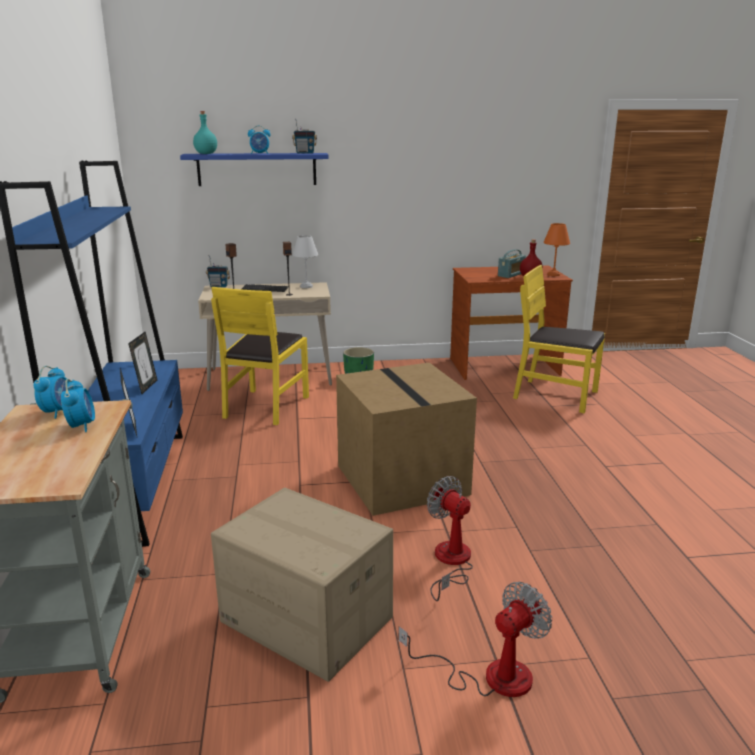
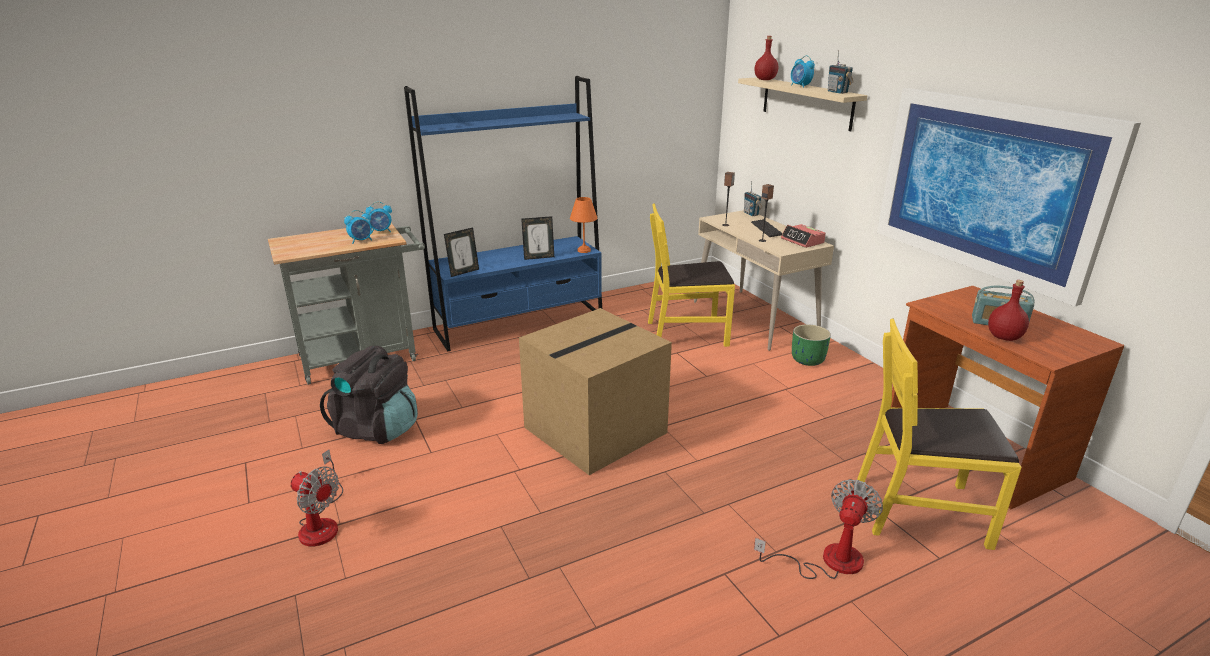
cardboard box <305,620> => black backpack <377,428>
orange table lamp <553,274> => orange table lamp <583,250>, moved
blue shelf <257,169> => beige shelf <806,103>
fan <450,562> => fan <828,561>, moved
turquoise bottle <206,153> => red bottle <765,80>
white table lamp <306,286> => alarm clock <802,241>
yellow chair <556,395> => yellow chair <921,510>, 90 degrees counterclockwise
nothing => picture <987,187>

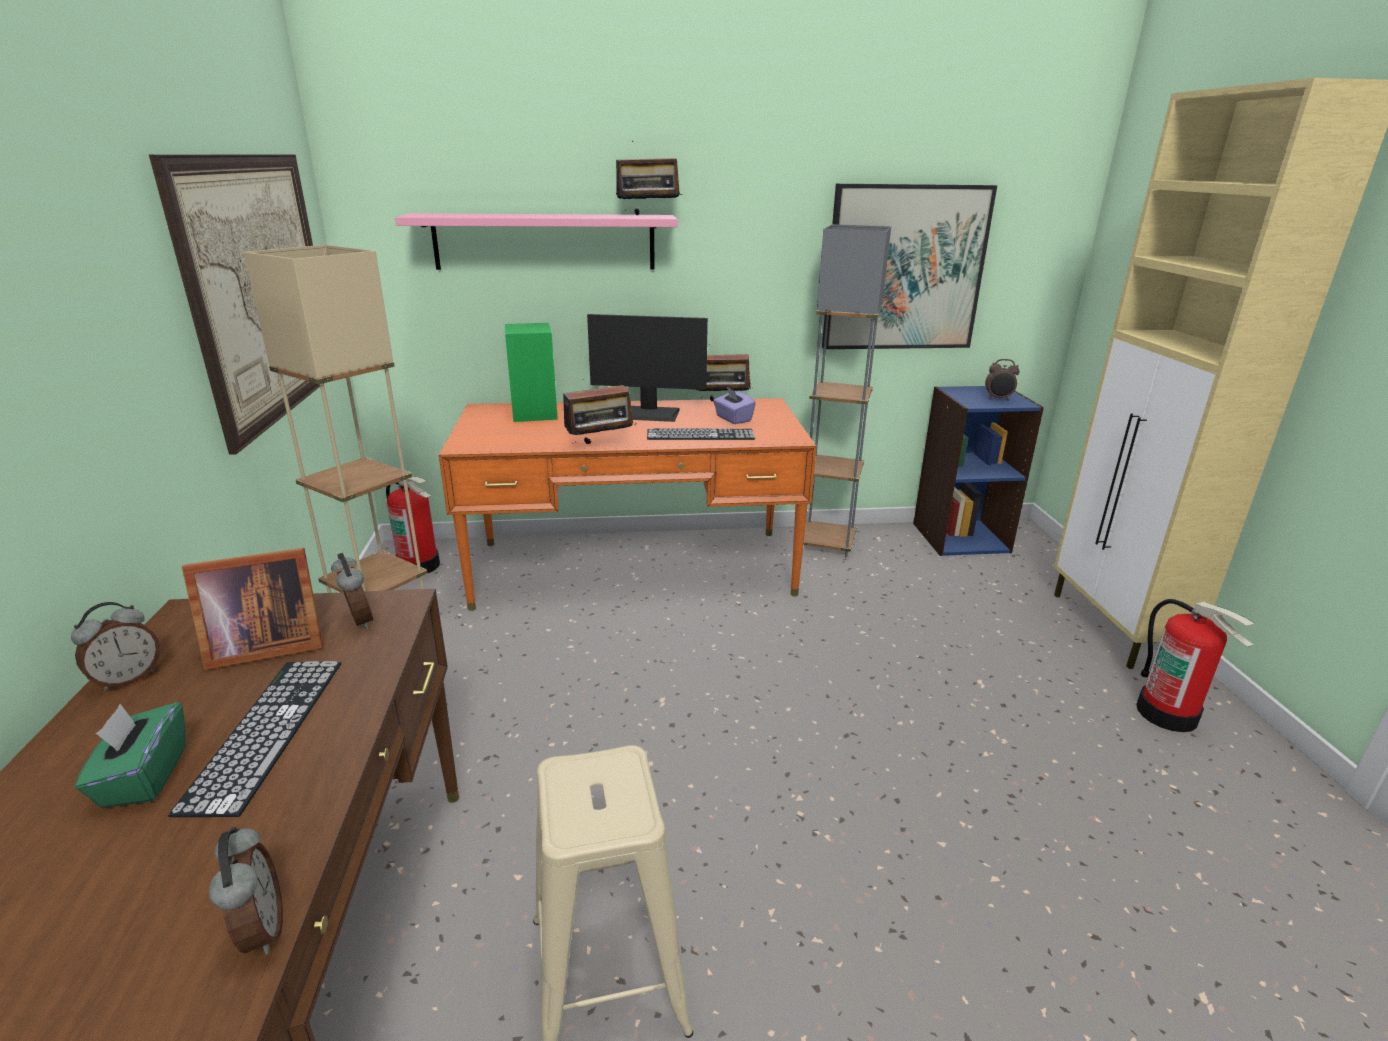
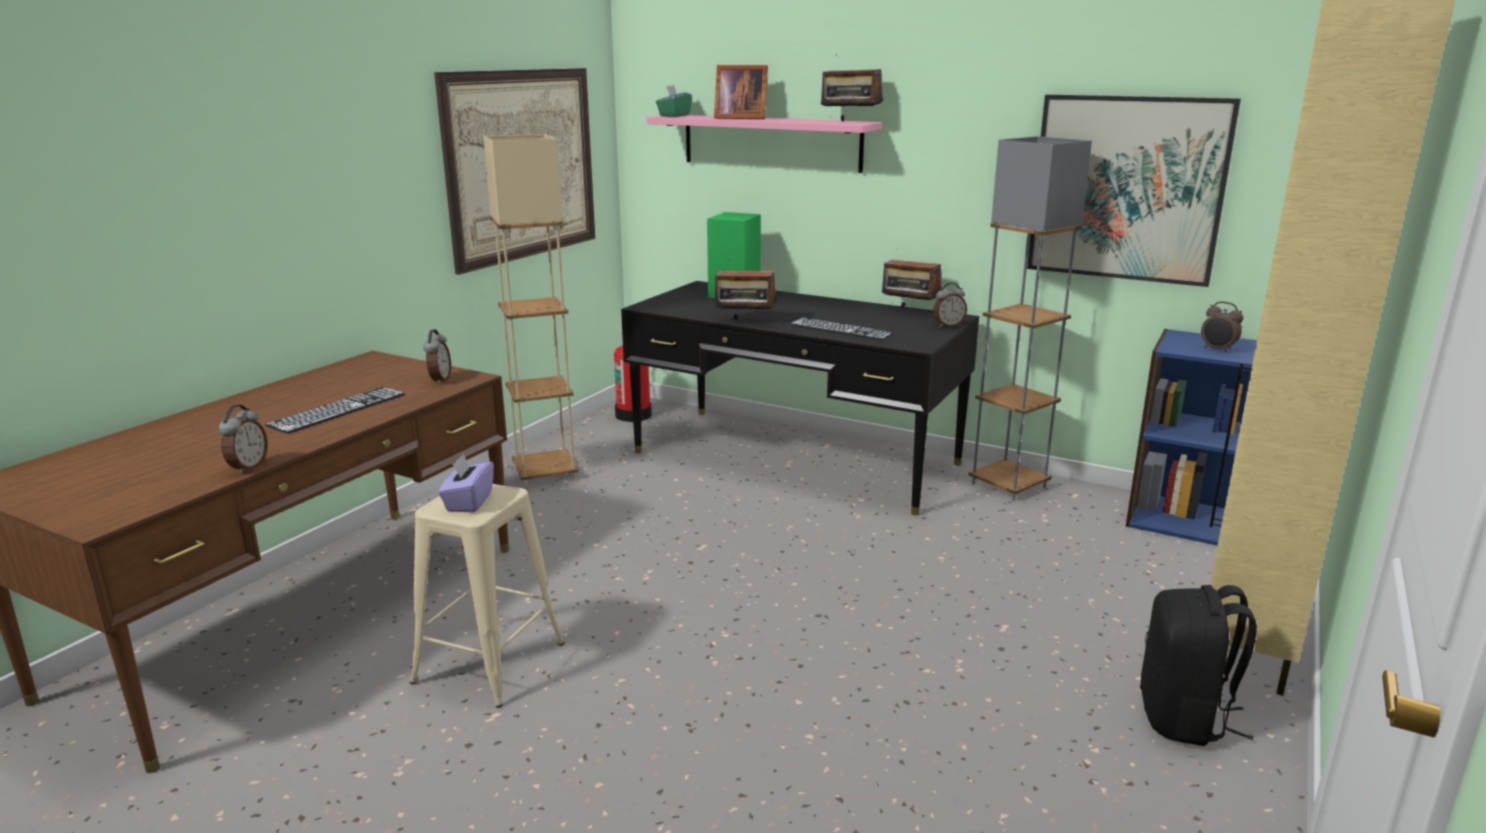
purple tissue box <733,419> => purple tissue box <468,502>, moved
orange desk <633,568> => black desk <795,457>
green tissue box <143,777> => green tissue box <674,115>, moved
picture frame <263,647> => picture frame <739,118>, moved
alarm clock <128,678> => alarm clock <948,325>, moved
fire extinguisher <1168,713> => black backpack <1184,718>
monitor <647,414> => nothing

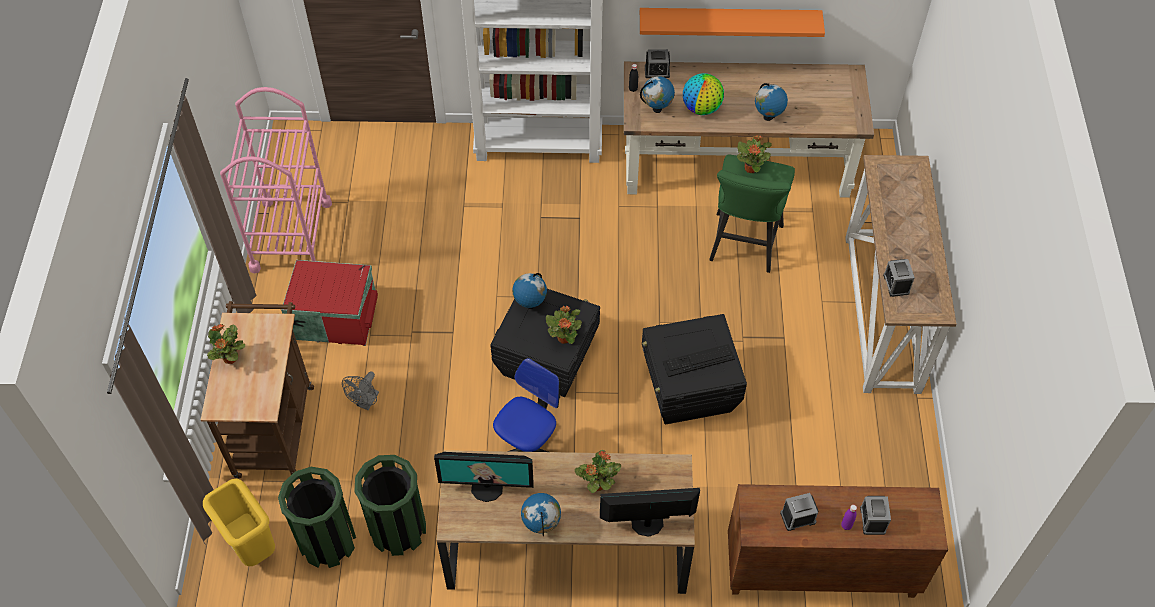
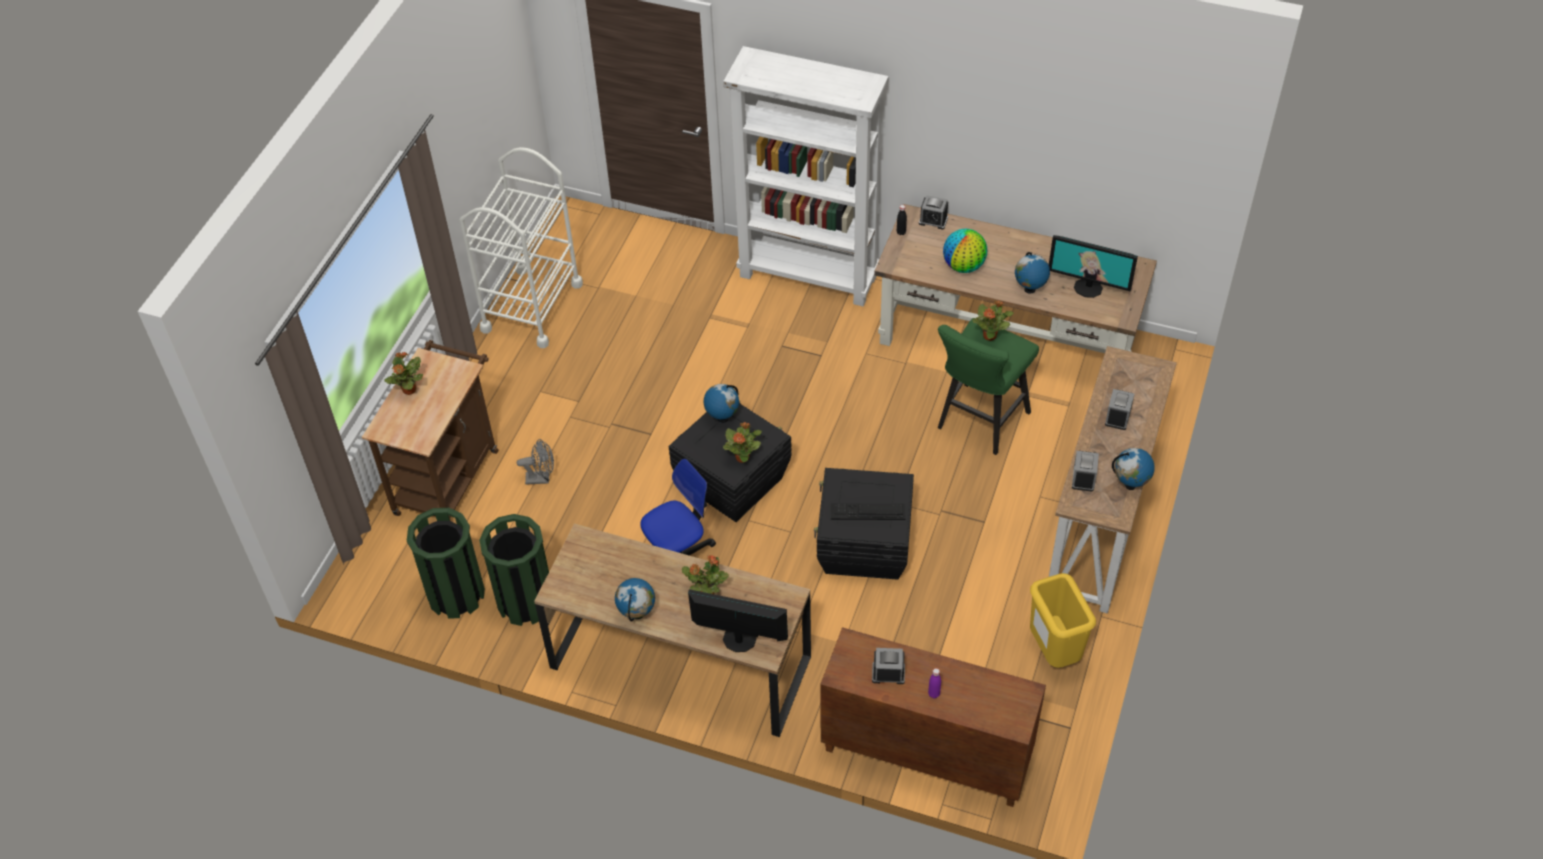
pink cart <291,236> => white cart <532,307>
grey fan <366,403> => grey fan <541,478>, 135 degrees counterclockwise
yellow trash can <251,546> => yellow trash can <1053,651>, moved
monitor <487,487> => monitor <1088,287>, moved
alarm clock <872,520> => alarm clock <1118,417>, moved
globe <657,109> => globe <1130,485>, moved
red storage box <334,316> => nothing
orange shelf <729,21> => nothing

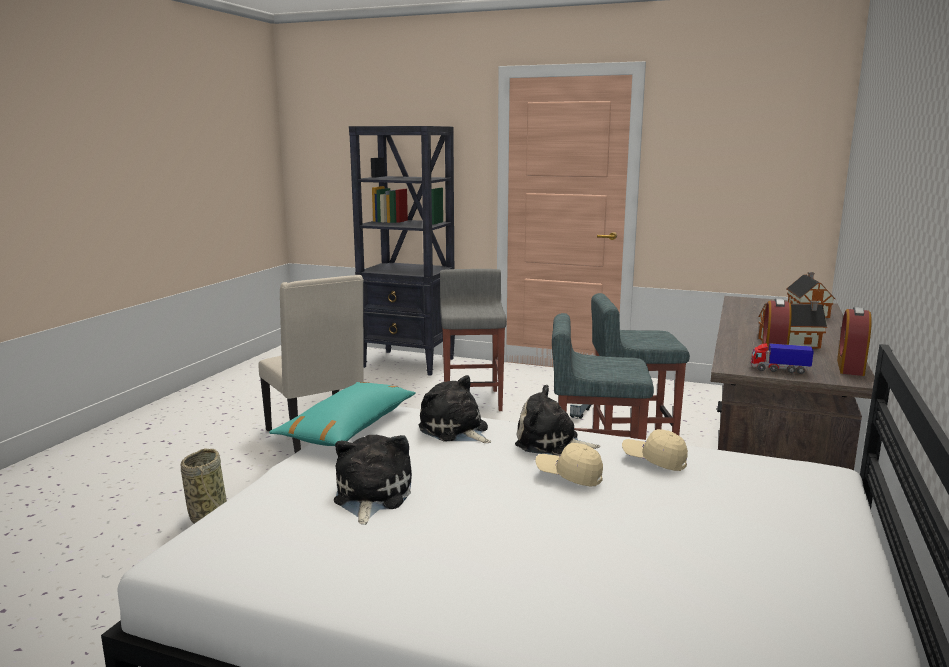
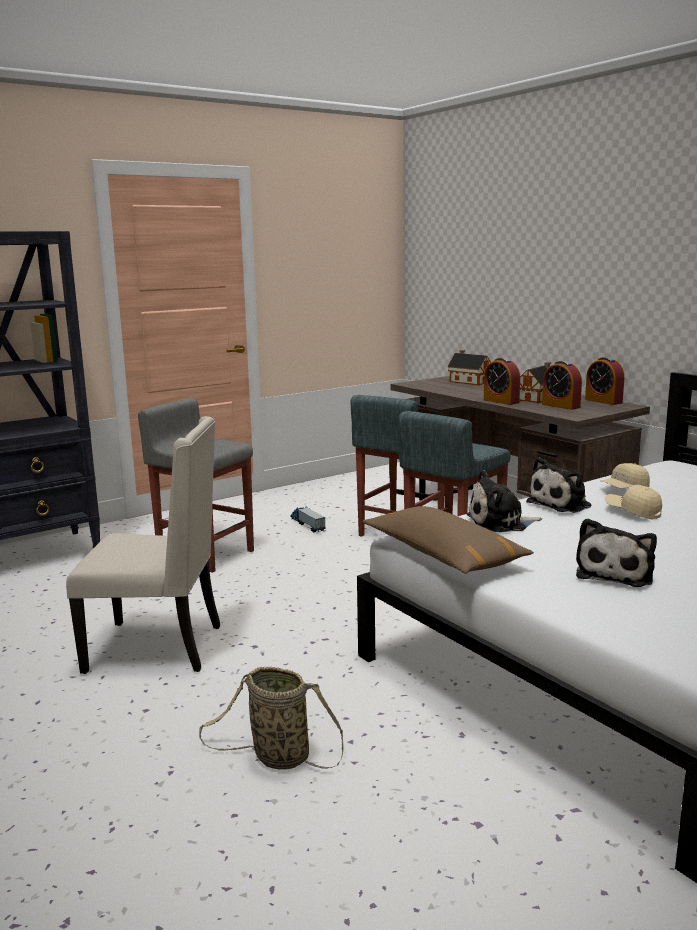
turquoise pillow <349,427> => brown pillow <443,555>
nothing => alarm clock <501,401>
plush toy <370,496> => plush toy <615,573>, 105 degrees counterclockwise
beige cap <569,476> => beige cap <633,512>, 75 degrees clockwise
toy truck <779,370> => nothing

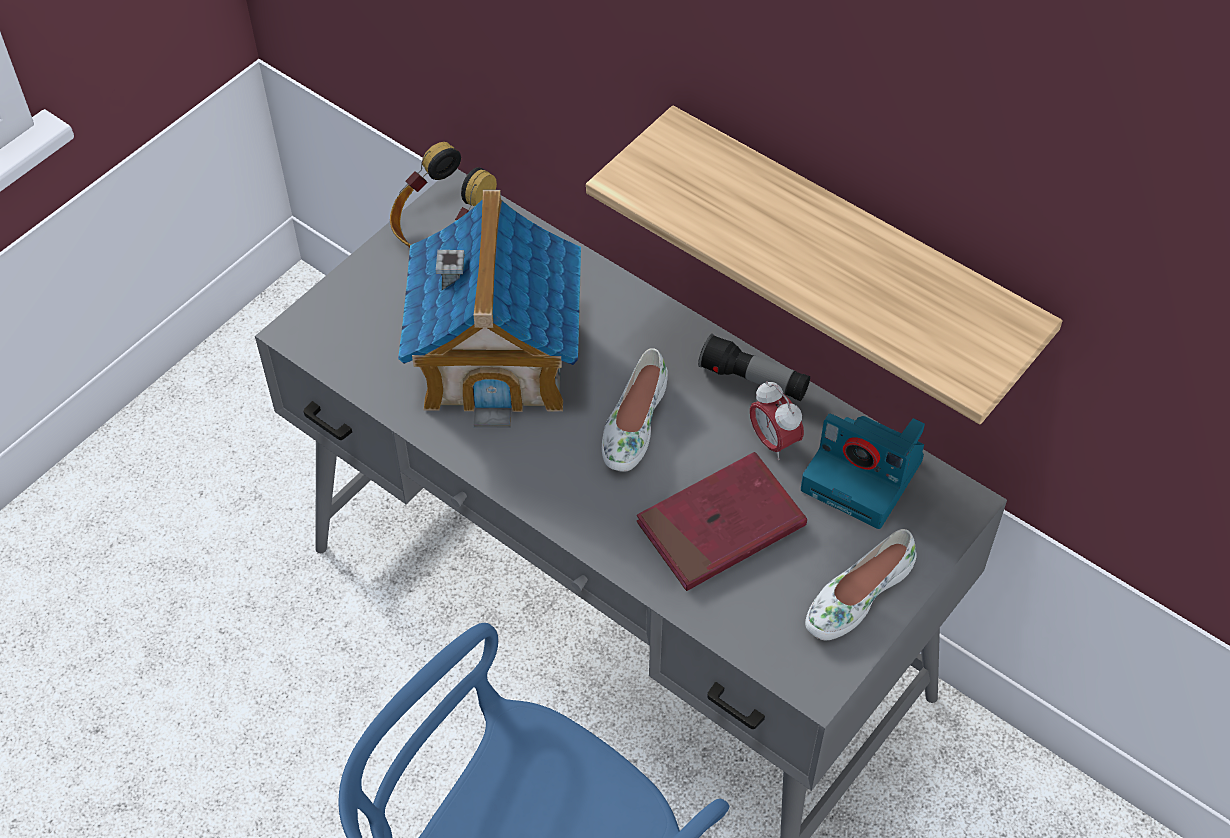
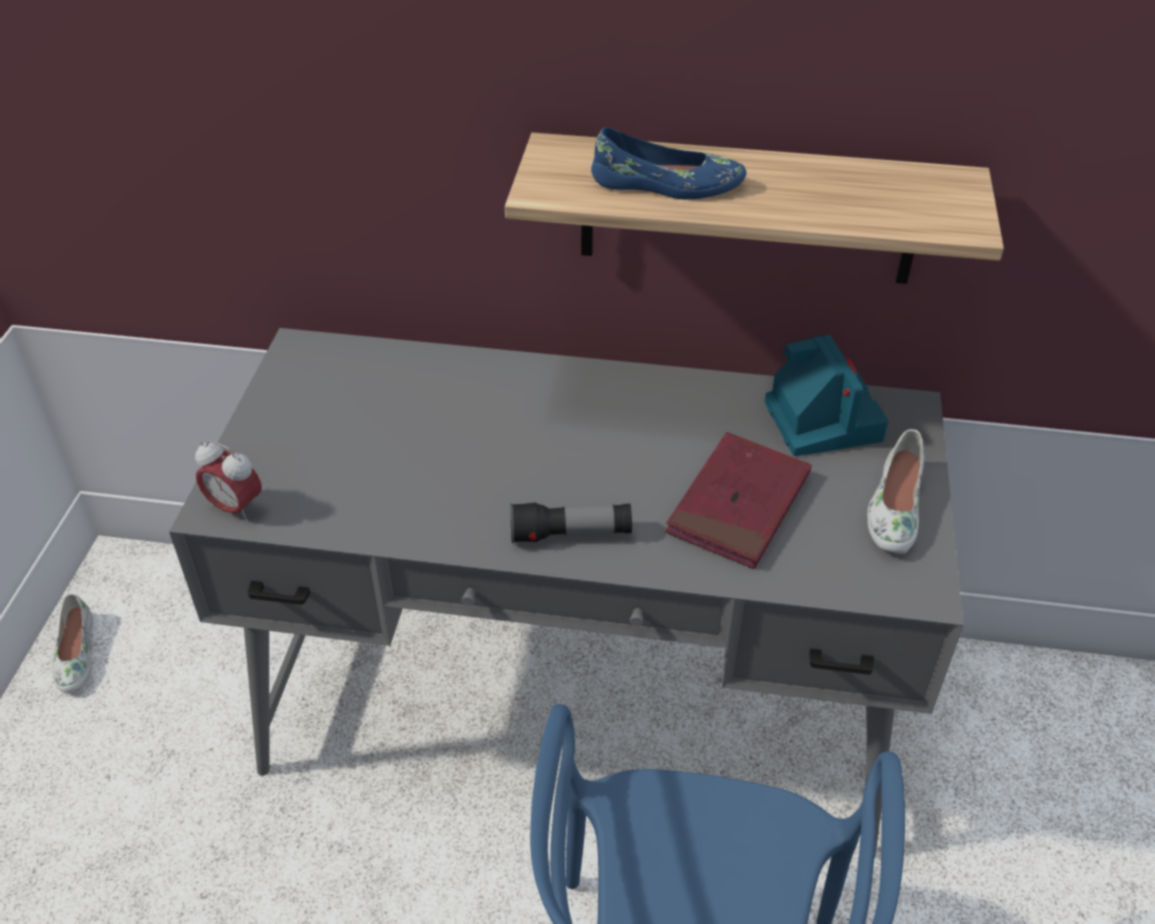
white shoe <633,423> => white shoe <75,654>, moved
alarm clock <773,441> => alarm clock <235,508>, moved
flashlight <753,380> => flashlight <571,534>, moved
nothing => blue shoe <667,185>
photo camera <865,475> => photo camera <820,419>, 105 degrees counterclockwise
headphones <440,229> => nothing
toy house <497,356> => nothing

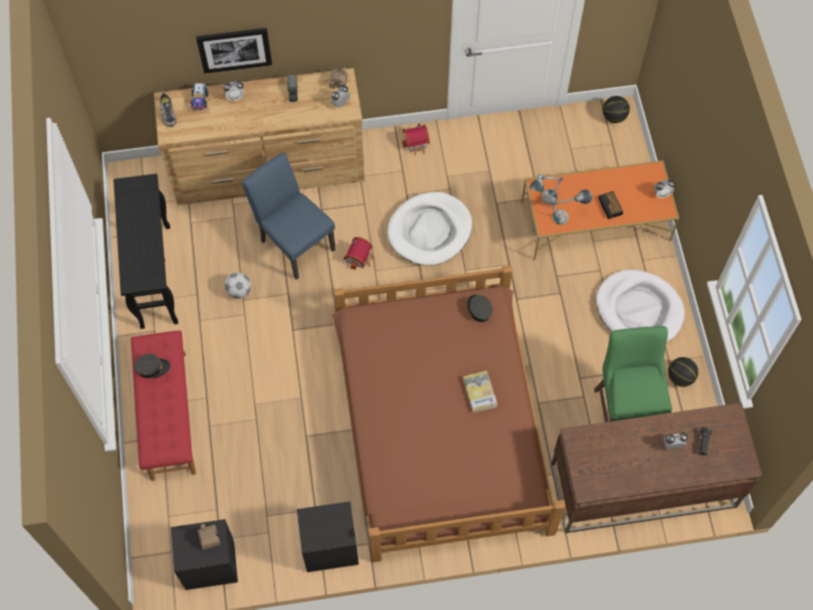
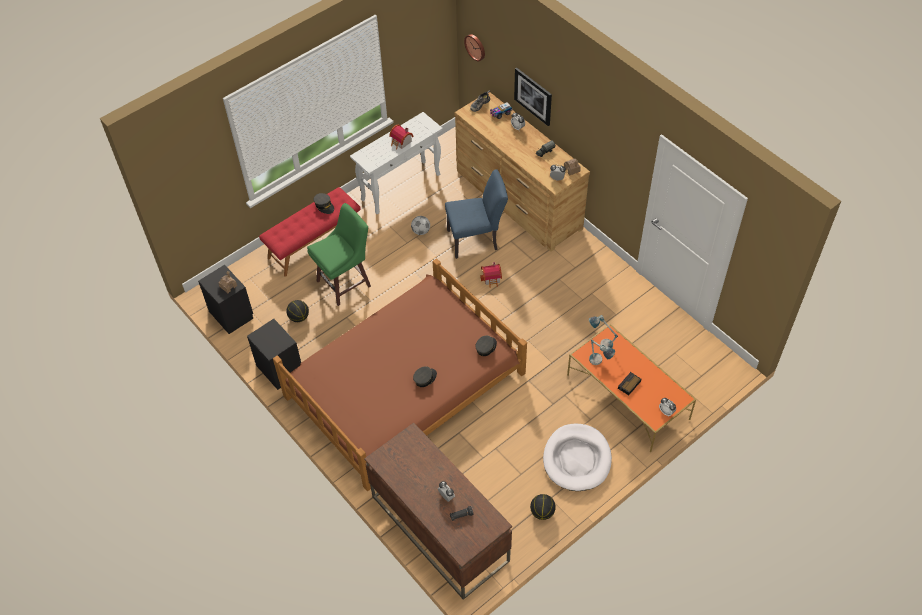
basketball <614,116> => basketball <299,317>, moved
green stool <625,409> => green stool <345,283>, moved
black console table <155,275> => white console table <401,186>
toy house <417,144> => toy house <401,142>, moved
book <480,392> => grey cap <425,378>
blue chair <294,241> => blue chair <476,239>, 60 degrees clockwise
nothing => wall clock <475,47>
white dog bed <430,231> => nothing

